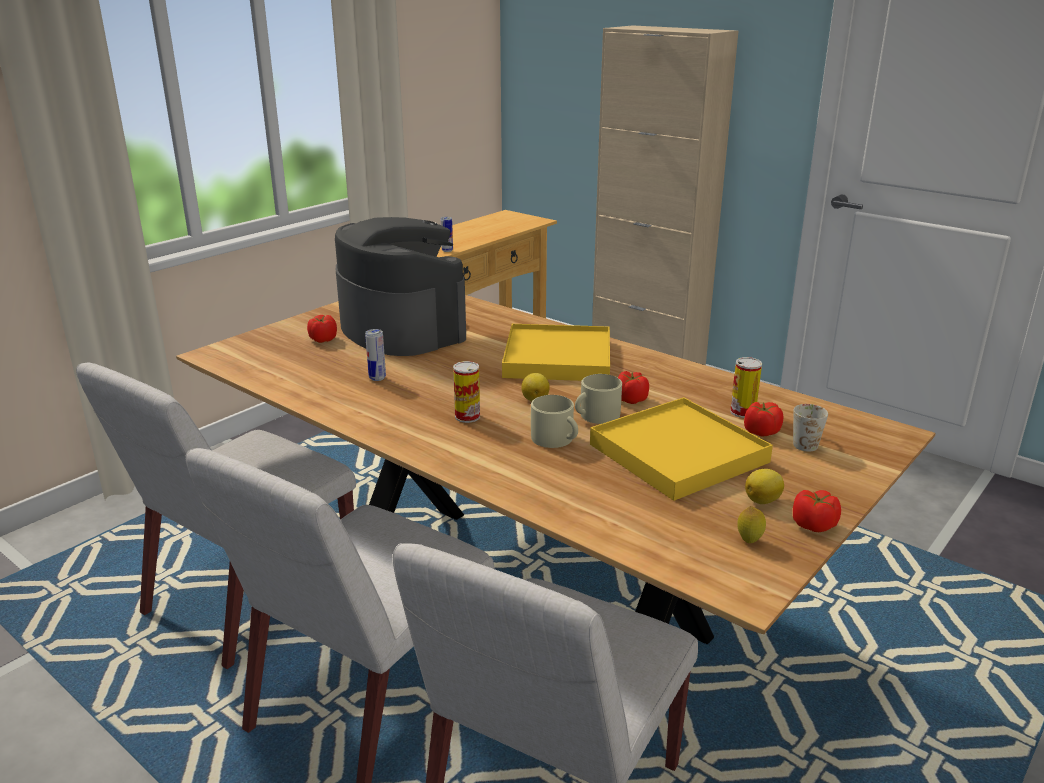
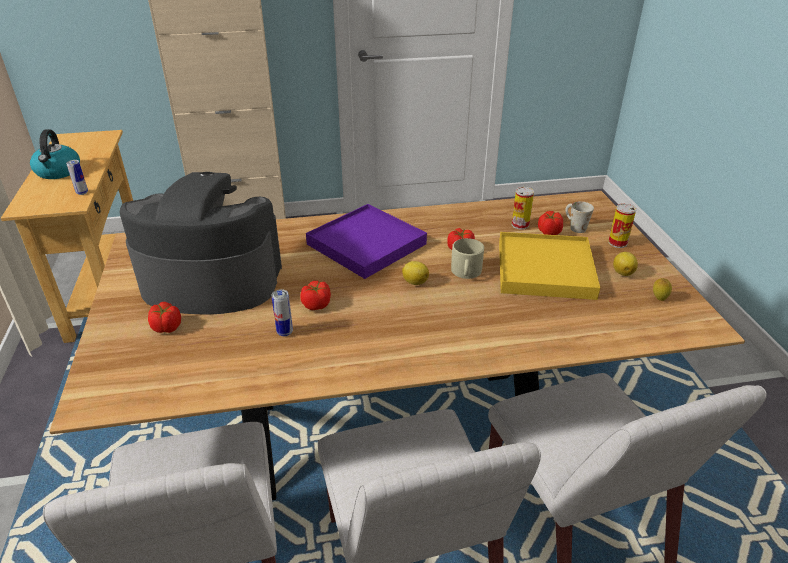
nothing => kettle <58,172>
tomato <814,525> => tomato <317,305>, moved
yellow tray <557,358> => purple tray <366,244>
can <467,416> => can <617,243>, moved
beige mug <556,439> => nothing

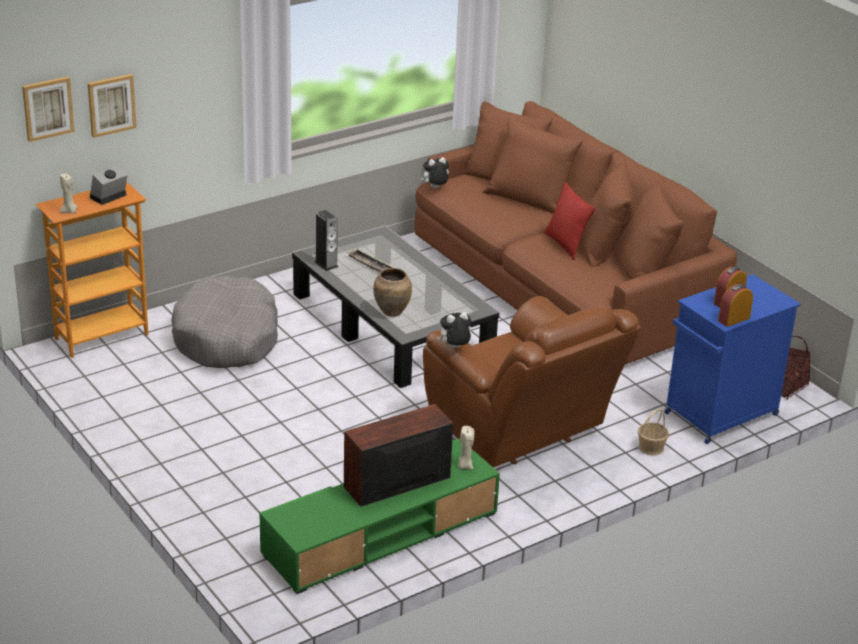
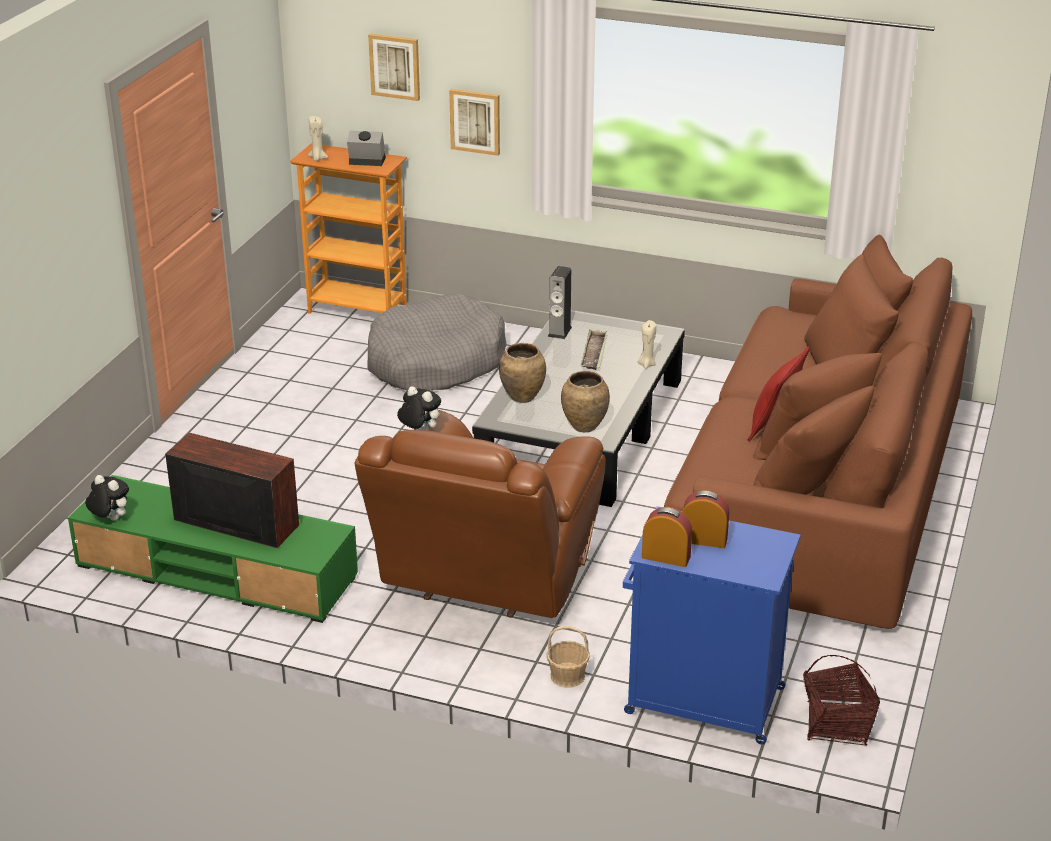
plush toy <435,188> => plush toy <110,519>, moved
picture <47,108> => picture <475,121>, moved
nothing => brown vase <584,426>
beige candle <465,466> => beige candle <646,364>, moved

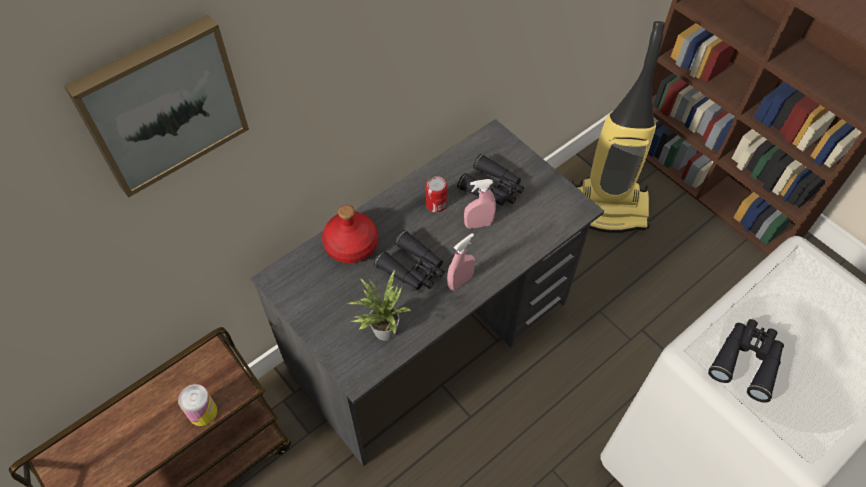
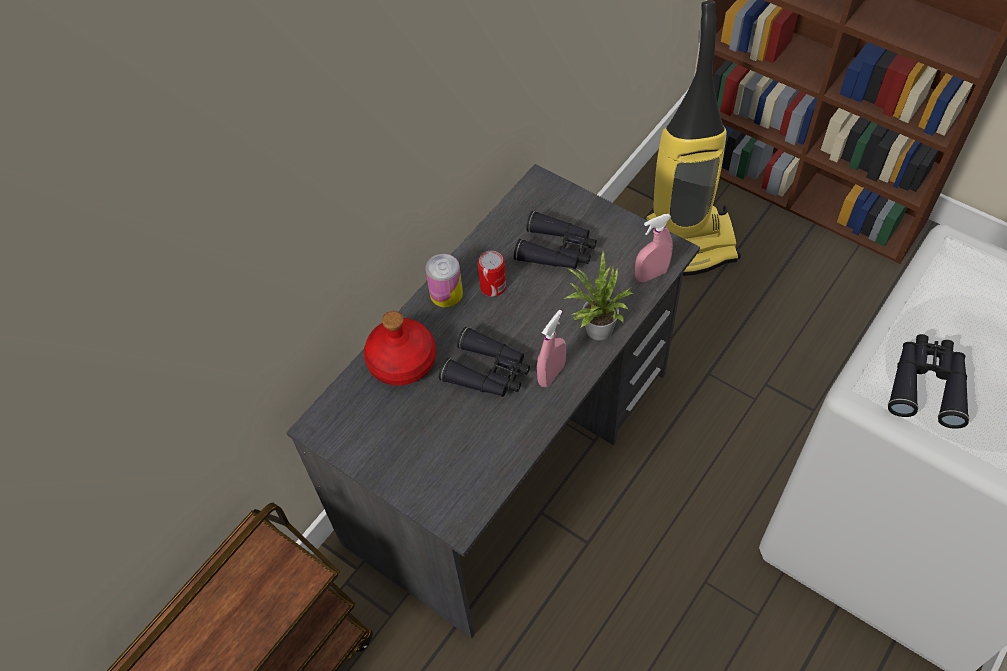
can <202,412> => can <446,293>, moved
potted plant <382,330> => potted plant <595,329>, moved
pink spray bottle <478,224> => pink spray bottle <651,275>, moved
picture <162,104> => nothing

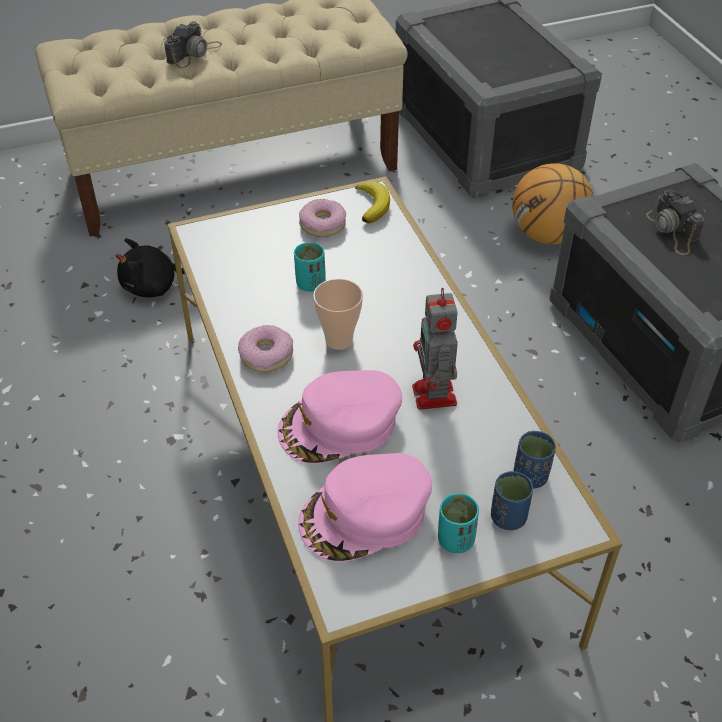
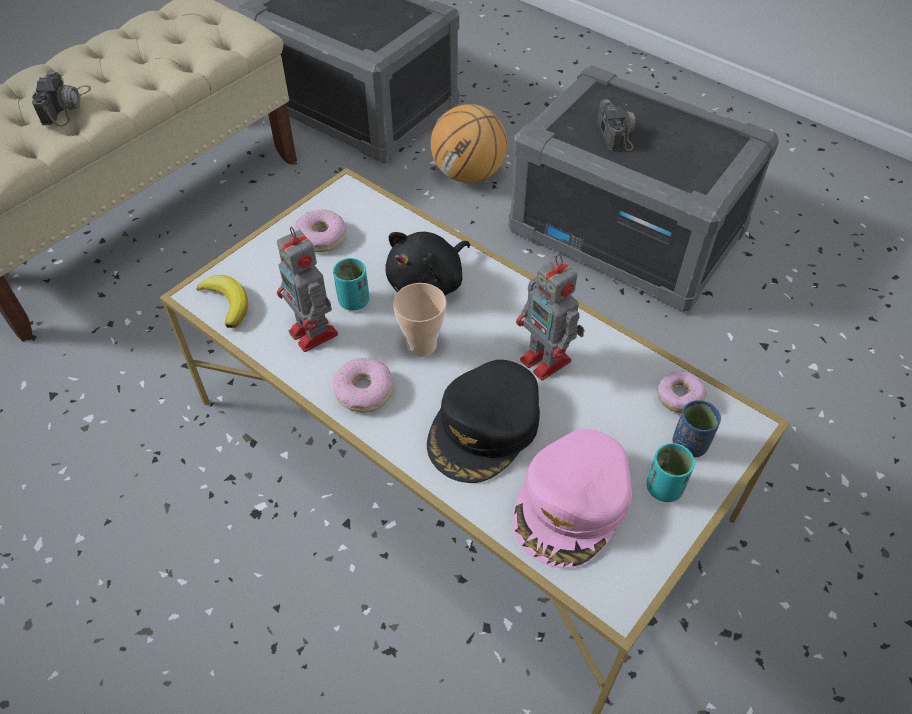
banana <373,204> => banana <227,302>, moved
nothing => toy robot <314,334>
black plush toy <154,286> => black plush toy <429,283>, moved
pink cap <340,425> => black cap <485,428>
photo camera <673,231> => photo camera <616,131>, 135 degrees counterclockwise
blue cup <530,476> => donut <679,398>

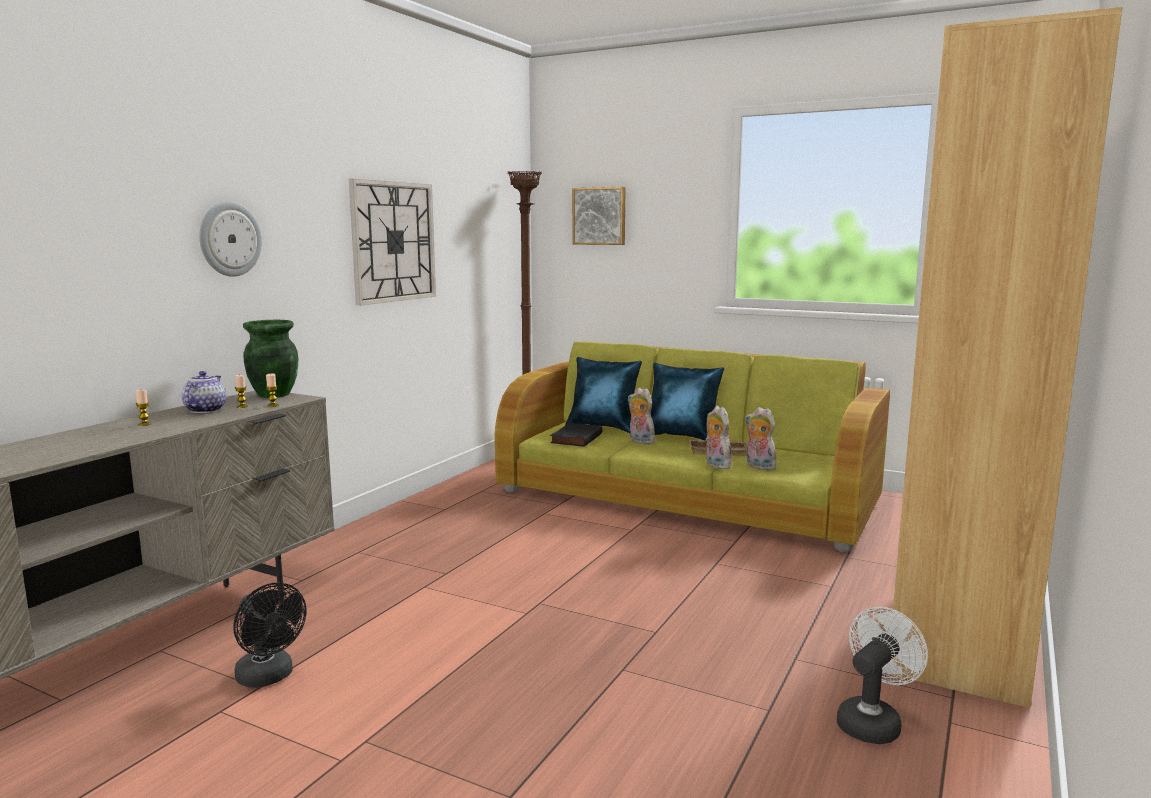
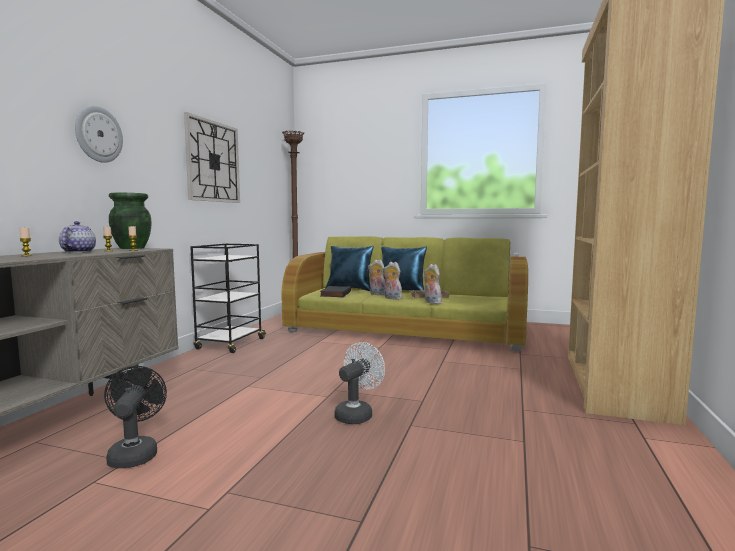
black fan <269,677> => black fan <135,453>, 135 degrees counterclockwise
nothing => black cart <230,344>
white fan <872,721> => white fan <357,414>, moved
plush toy <758,466> => plush toy <391,298>, moved
picture <599,216> => nothing

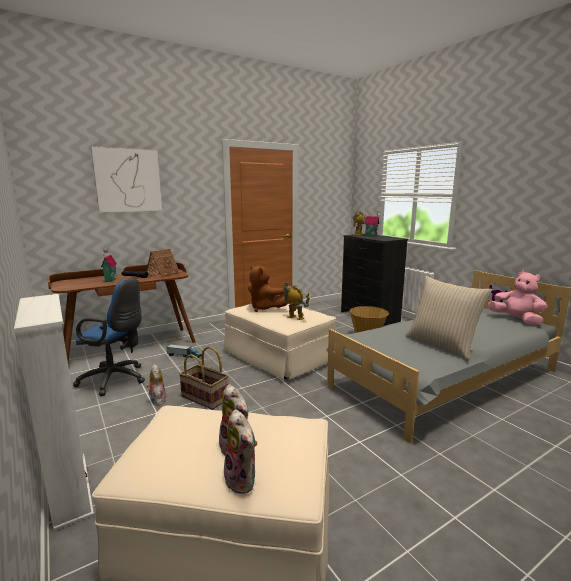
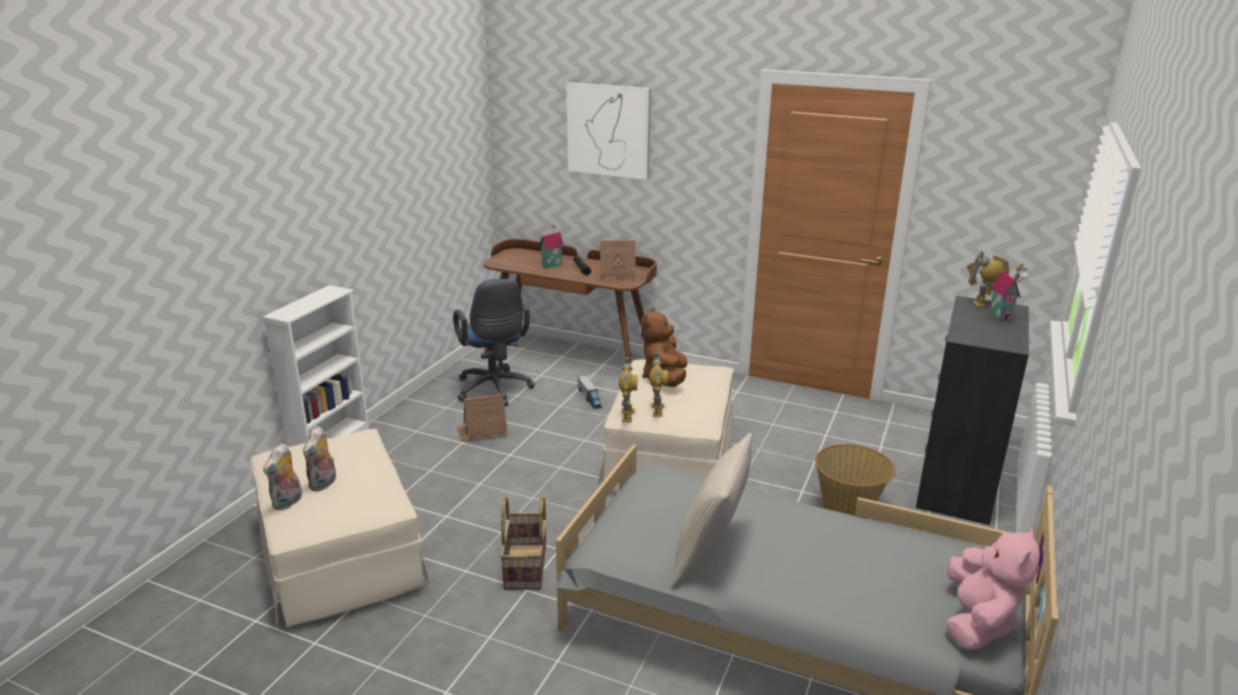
plush toy <157,400> => toy house <482,431>
basket <205,397> => basket <526,567>, moved
nothing => toy robot <627,415>

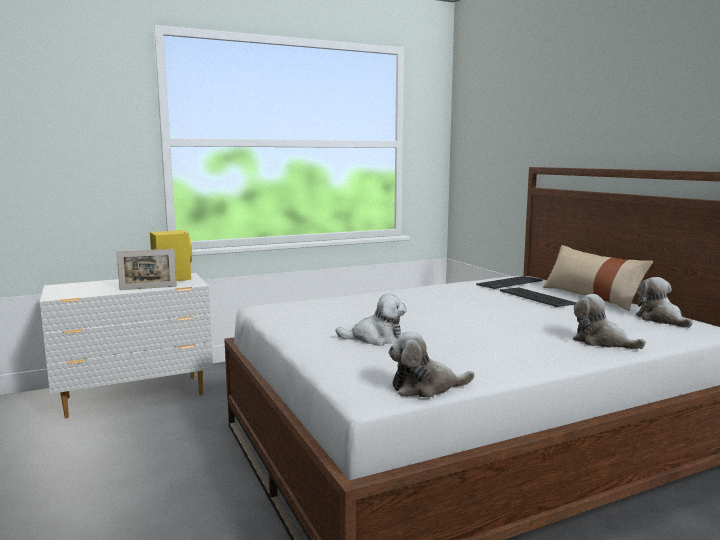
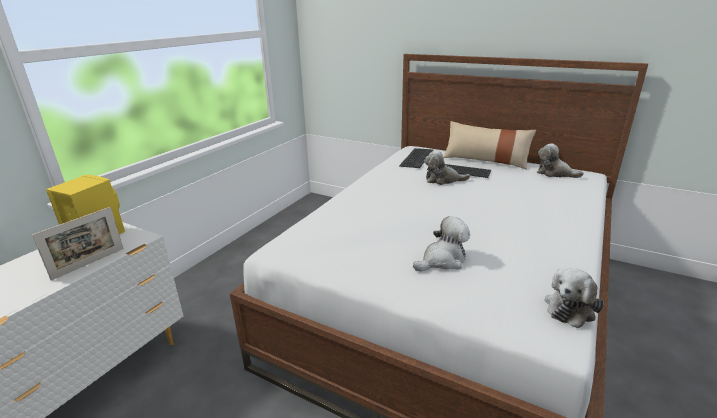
plush toy <601,342> => plush toy <442,180>, moved

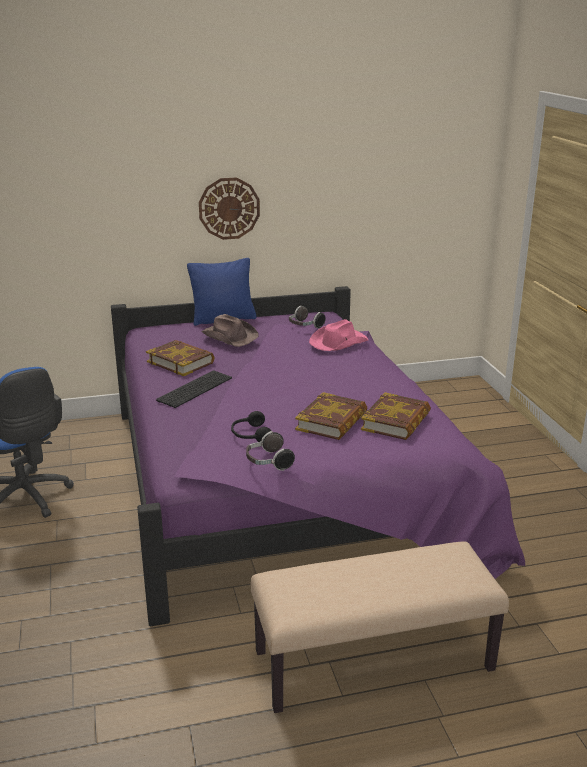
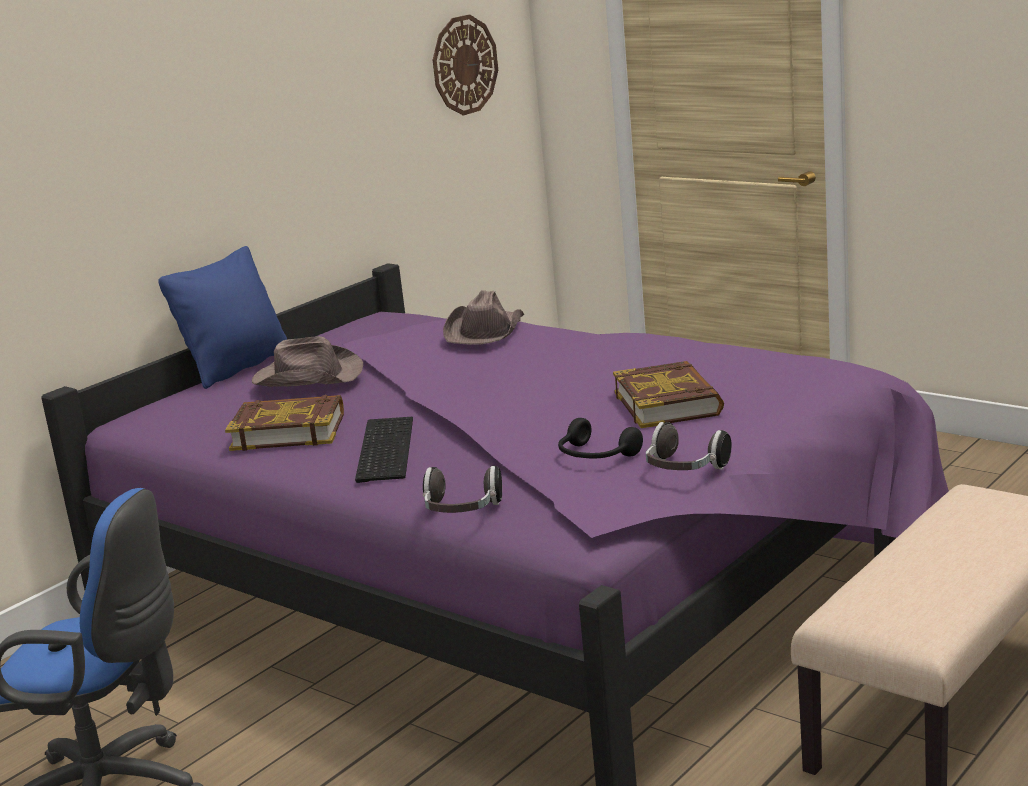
headphones <304,326> => headphones <462,511>, moved
wall clock <229,208> => wall clock <464,65>, moved
pink hat <338,342> => brown hat <485,331>
book <396,422> => nothing

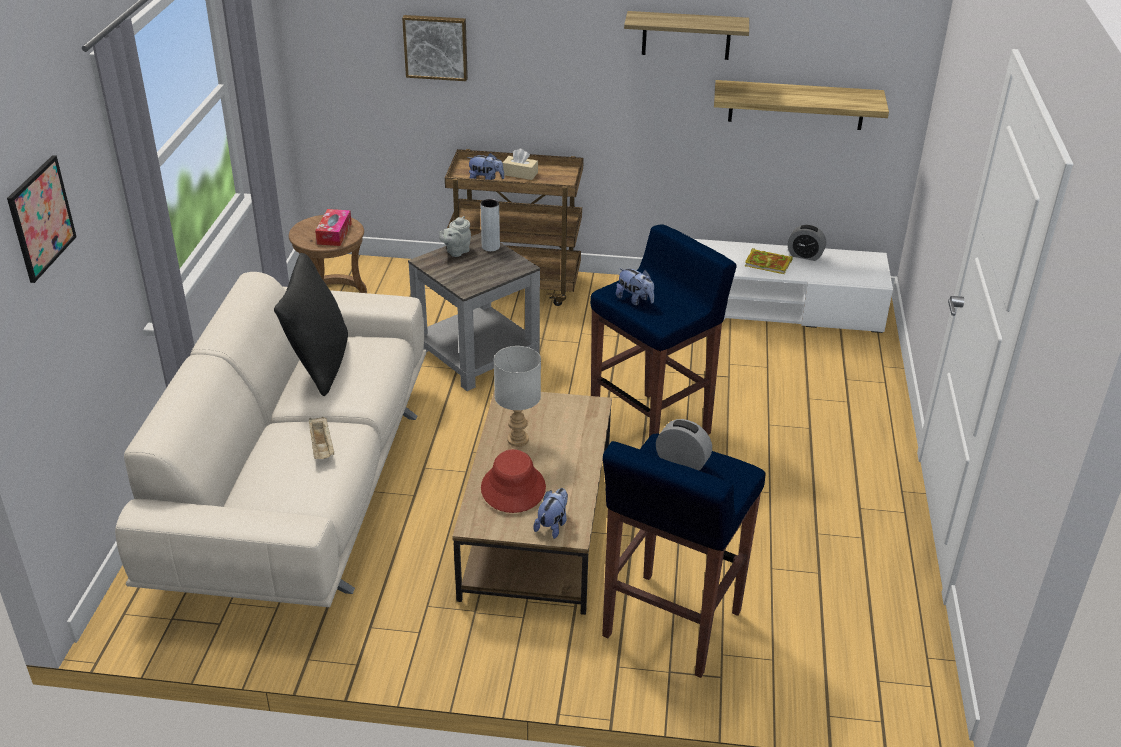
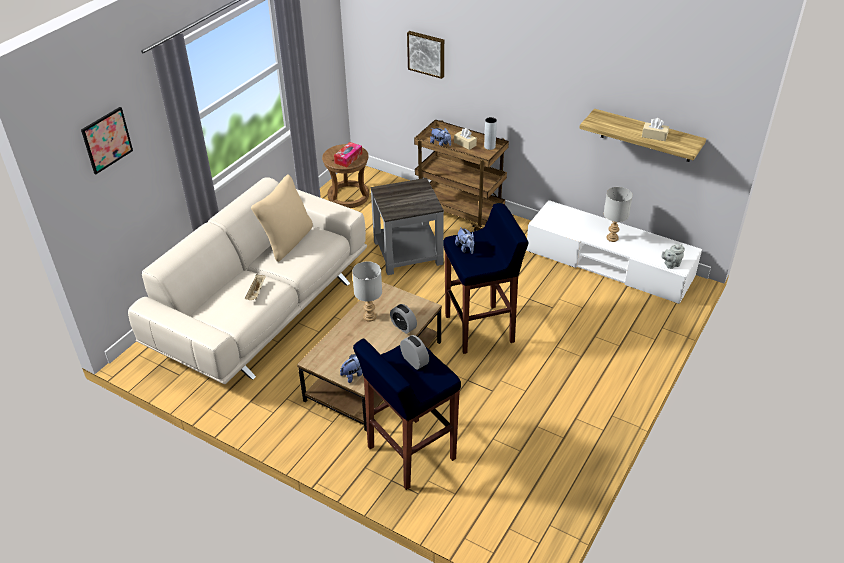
black pillow <319,365> => beige pillow <287,241>
alarm clock <805,255> => alarm clock <403,327>, moved
grey vase <490,247> => grey vase <489,147>, moved
book <769,264> => grey table lamp <612,238>
nothing => beige tissue box <654,136>
grey teapot <456,252> => grey teapot <670,264>, moved
red hat <513,488> => nothing
shelf <686,35> => nothing

